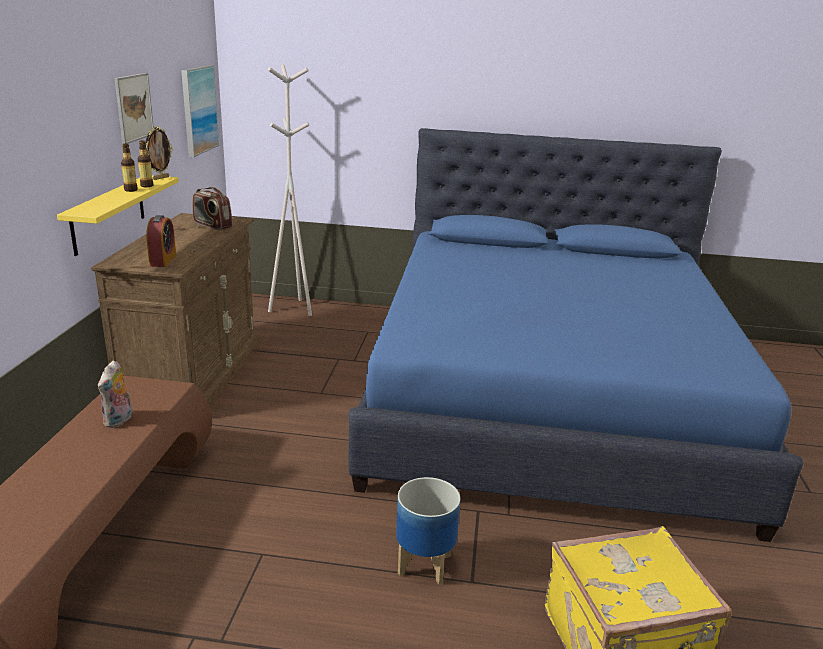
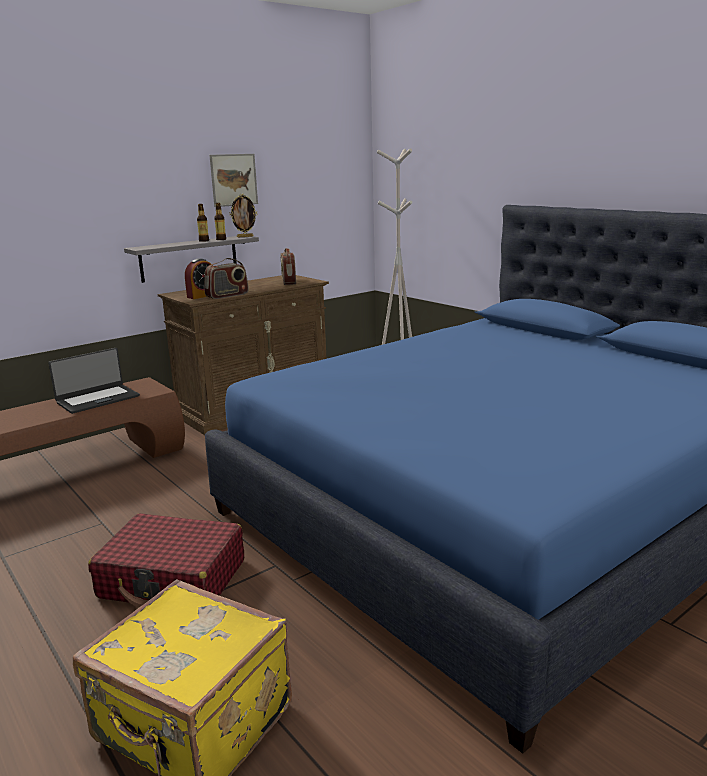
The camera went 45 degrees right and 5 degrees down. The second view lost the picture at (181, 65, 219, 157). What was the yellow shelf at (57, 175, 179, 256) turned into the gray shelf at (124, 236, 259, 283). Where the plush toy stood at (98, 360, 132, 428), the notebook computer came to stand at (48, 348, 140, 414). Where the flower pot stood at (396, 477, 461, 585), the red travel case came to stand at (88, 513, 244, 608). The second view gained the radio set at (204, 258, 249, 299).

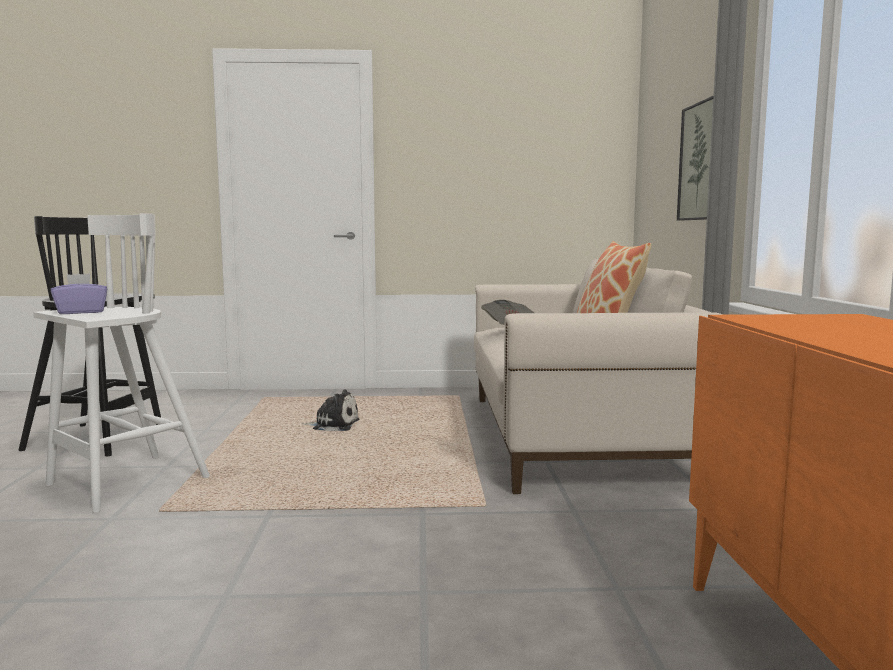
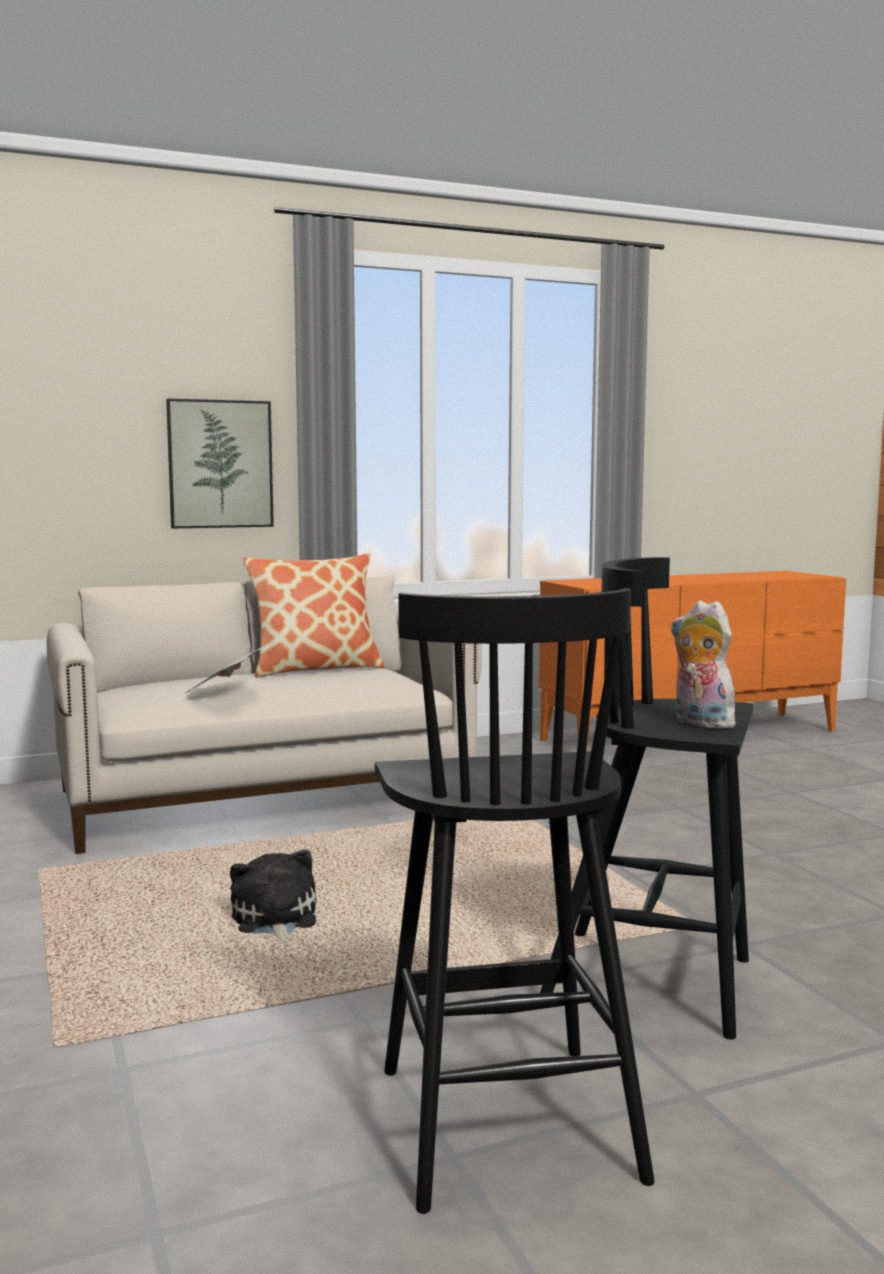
The camera went 110 degrees left and 0 degrees up. What was the white-coloured stool at (33, 213, 210, 513) turned into the black stool at (540, 557, 753, 1039). Where the purple-coloured box of tissues stood at (51, 274, 107, 314), the plush toy came to stand at (671, 600, 736, 729).

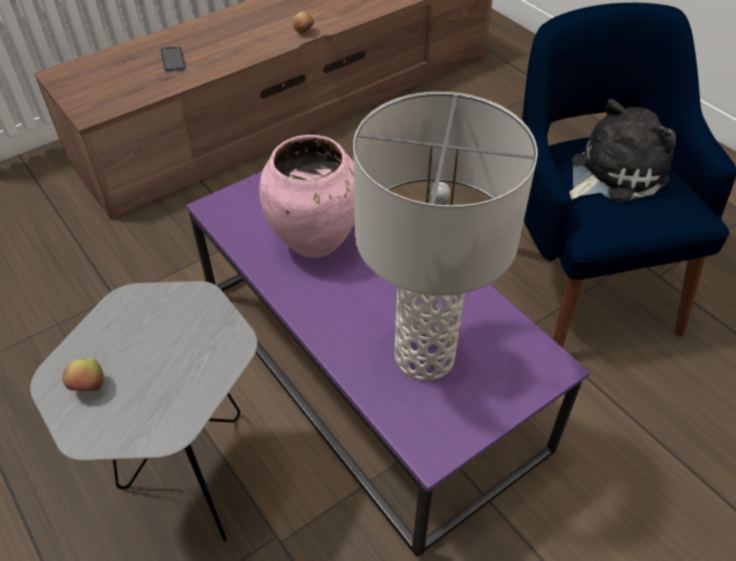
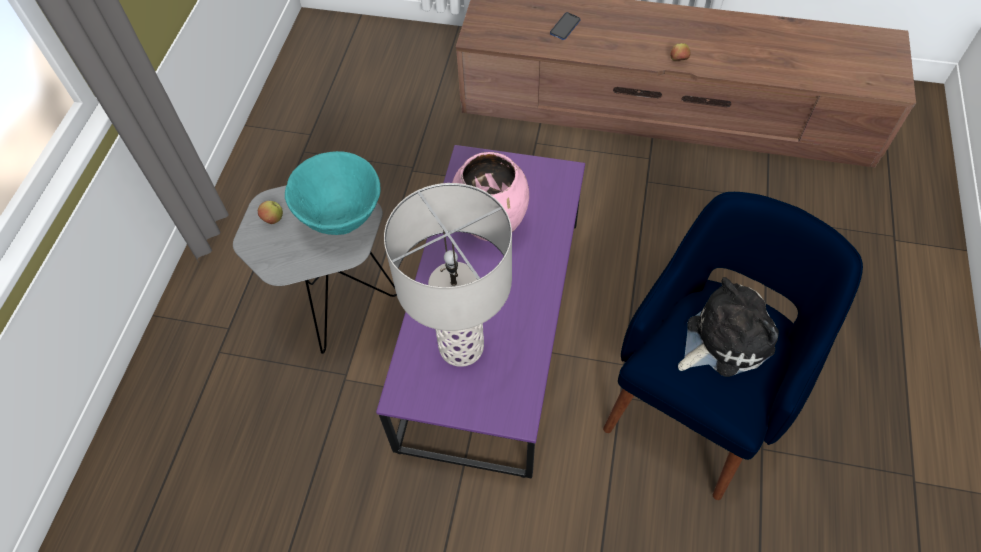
The camera went 50 degrees right and 10 degrees up. The plush toy at (569, 99, 676, 202) ended up facing another way, 45 degrees counterclockwise from before. The second view gained the turquoise deep dish at (285, 151, 381, 235).

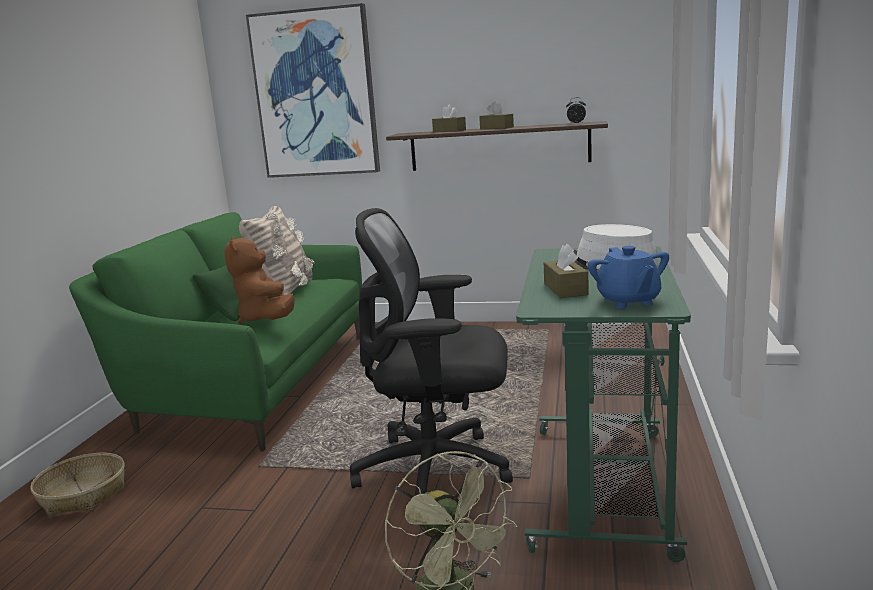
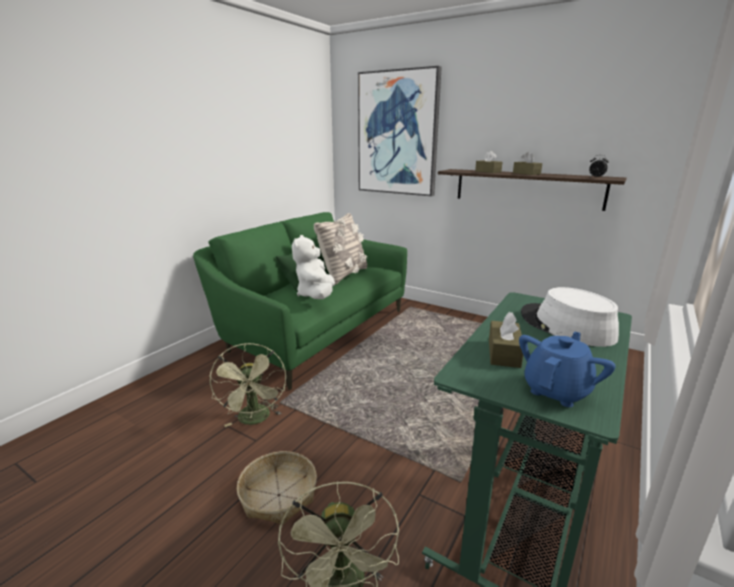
The camera went 20 degrees right and 5 degrees up. The second view lost the black desk chair at (350, 208, 513, 496). What was the brown-coloured plush toy at (225, 237, 295, 324) turned into the white-coloured plush toy at (292, 235, 335, 299). The blue tea pot at (588, 246, 669, 309) ended up facing another way, 150 degrees counterclockwise from before. The basket ended up elsewhere, having gone from (30, 453, 125, 516) to (237, 451, 317, 525). The second view gained the green-coloured fan at (209, 343, 286, 427).

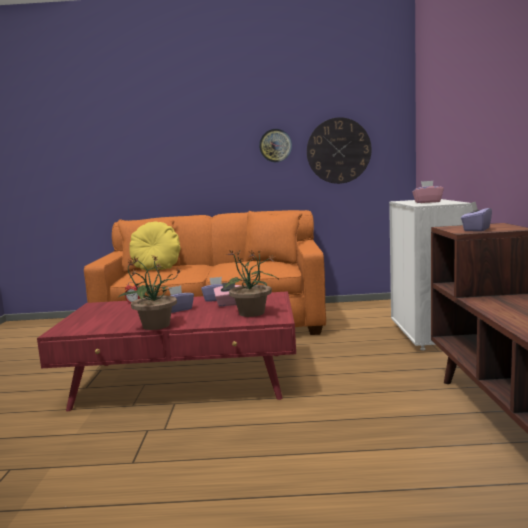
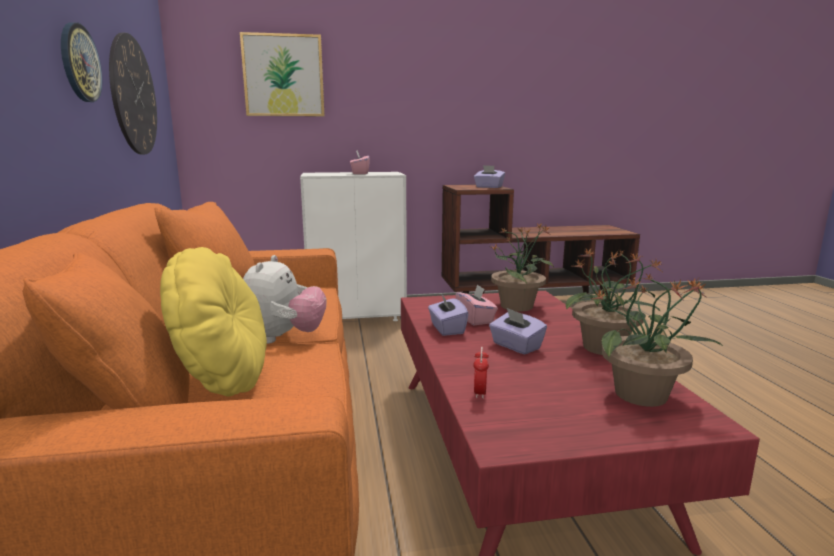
The camera went 100 degrees left and 5 degrees up. The second view gained the picture at (240, 32, 325, 116). The second view gained the plush toy at (243, 255, 326, 344). The second view gained the potted plant at (592, 274, 724, 407).

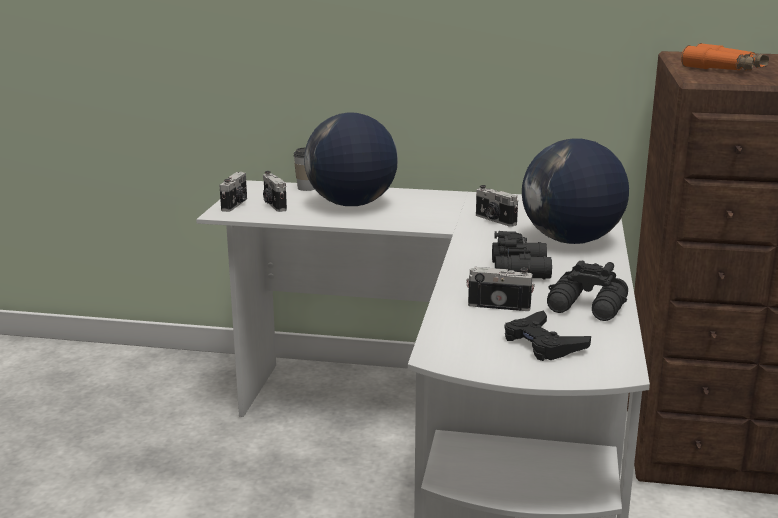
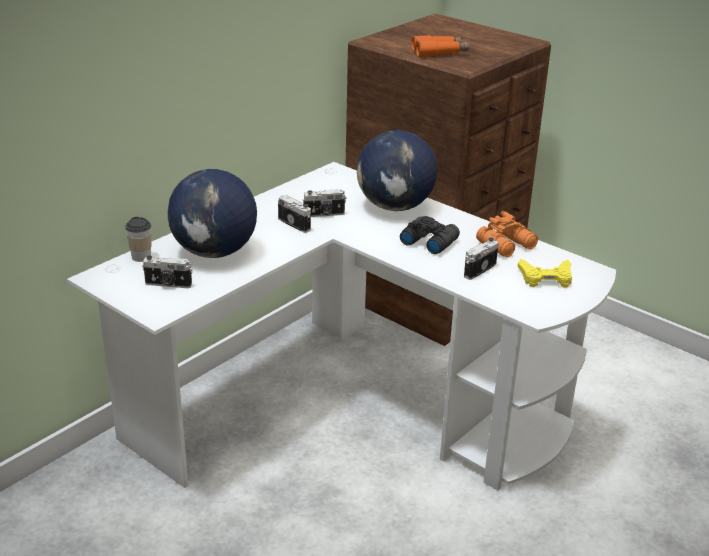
The camera went 60 degrees left and 10 degrees up. The still camera ended up elsewhere, having gone from (220, 172, 247, 212) to (278, 195, 311, 233). What was the black field glasses at (547, 260, 628, 321) turned into the orange-coloured field glasses at (476, 211, 538, 257). What was the black game controller at (504, 310, 591, 361) turned into the yellow game controller at (518, 259, 572, 288).

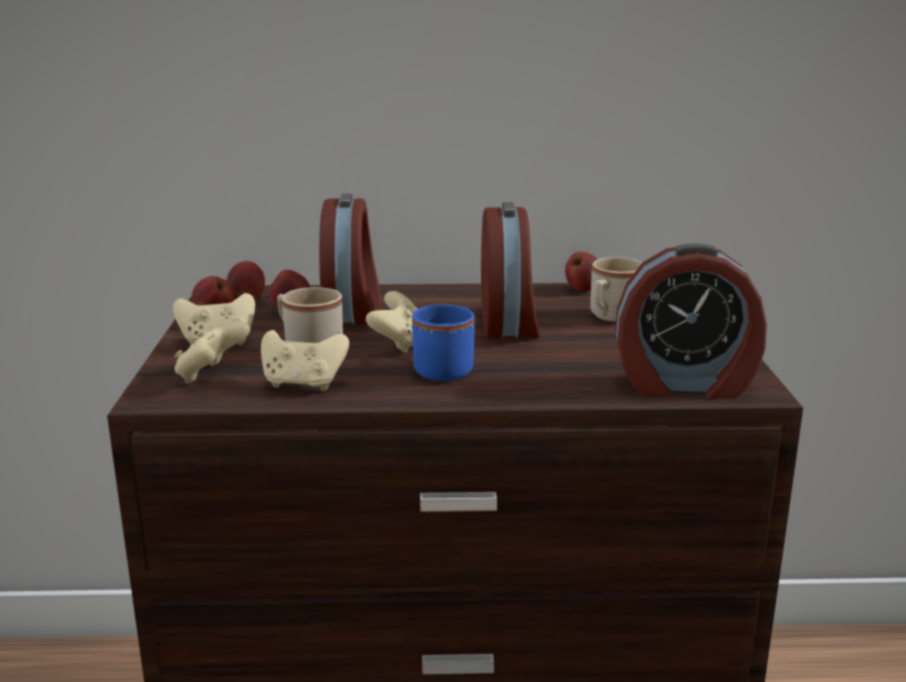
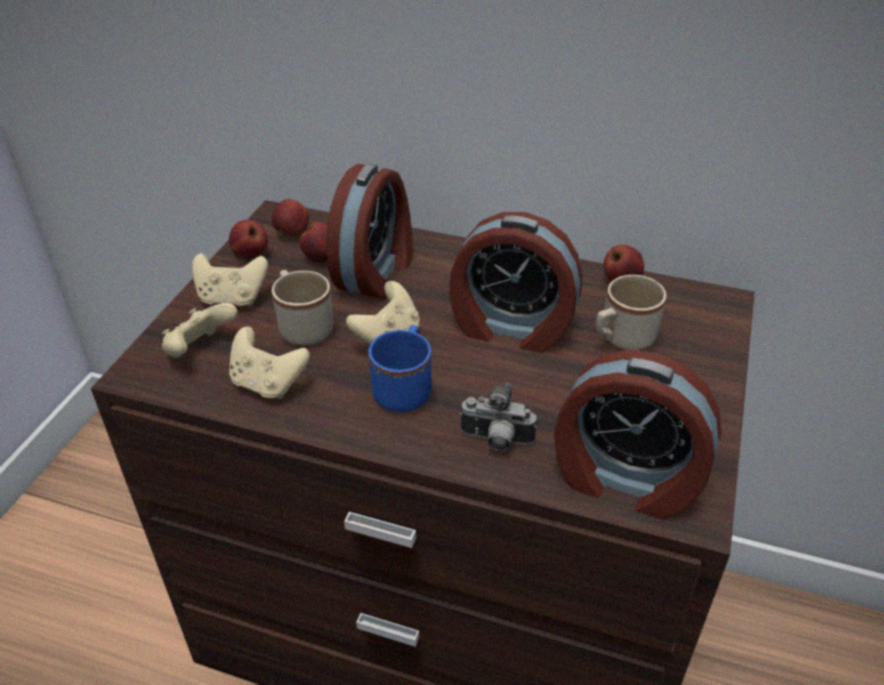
The camera went 20 degrees right and 20 degrees up. The alarm clock at (481, 202, 541, 338) ended up facing another way, 90 degrees clockwise from before. The second view gained the still camera at (459, 383, 537, 451).

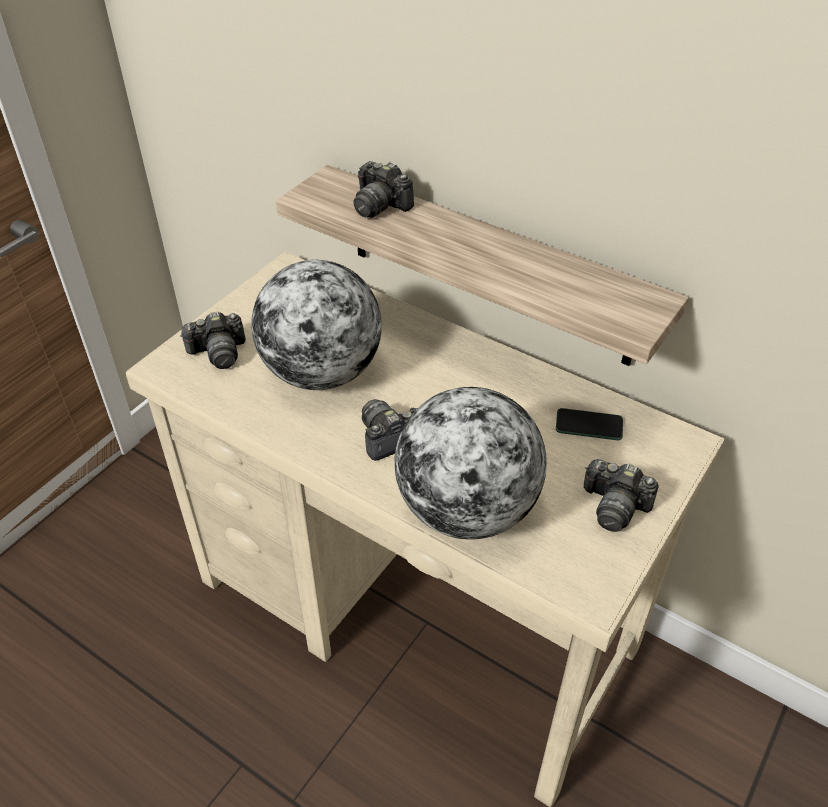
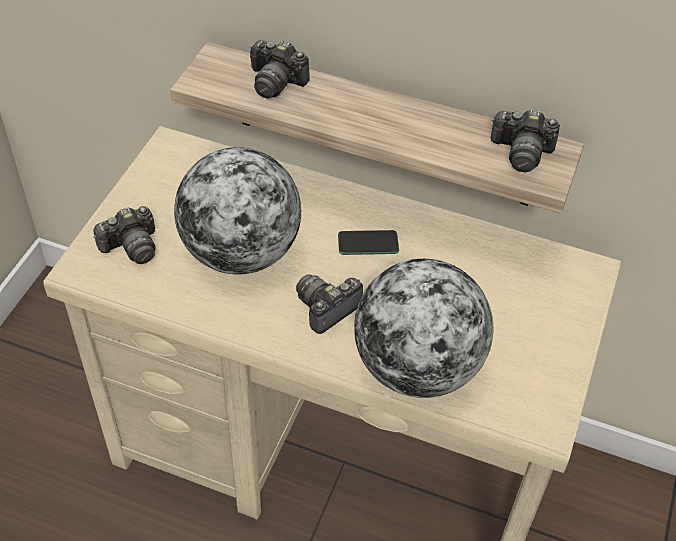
The camera went 15 degrees left and 5 degrees up. The telephone ended up elsewhere, having gone from (556, 408, 623, 440) to (338, 230, 399, 255). The still camera ended up elsewhere, having gone from (584, 459, 659, 532) to (491, 109, 560, 172).

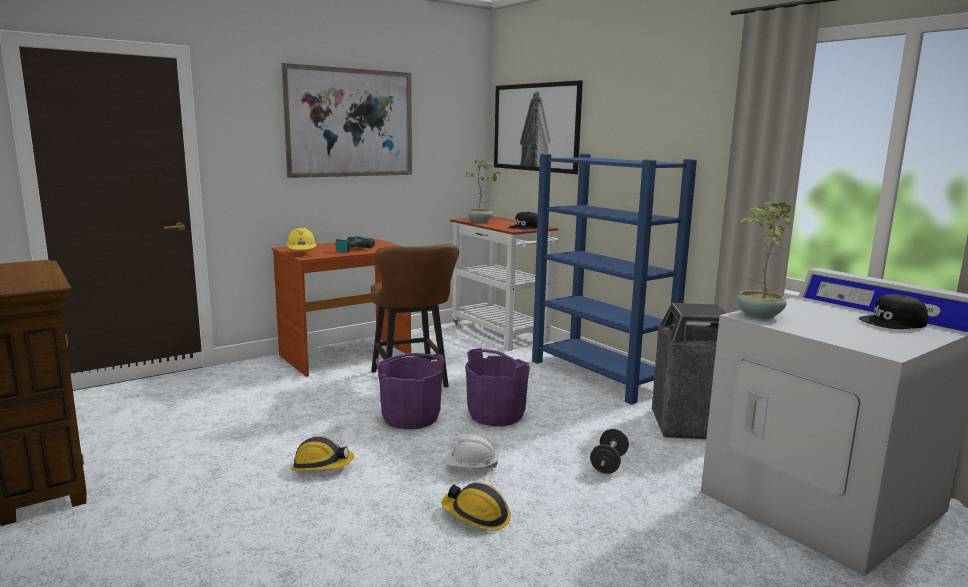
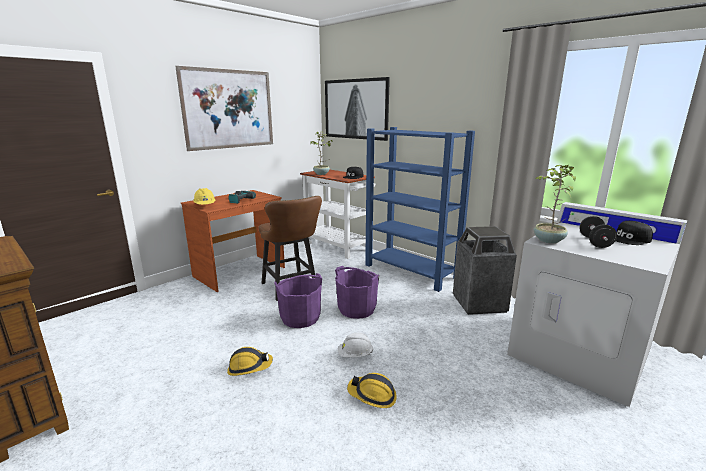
The camera went 10 degrees left and 5 degrees up. The black hand weight ended up elsewhere, having gone from (590, 429, 629, 474) to (579, 216, 617, 248).

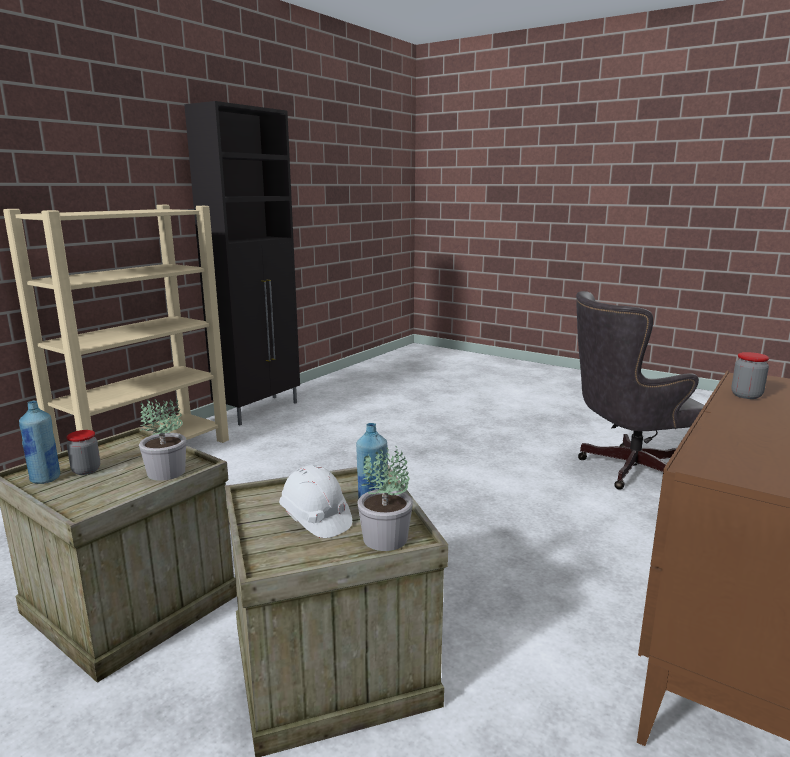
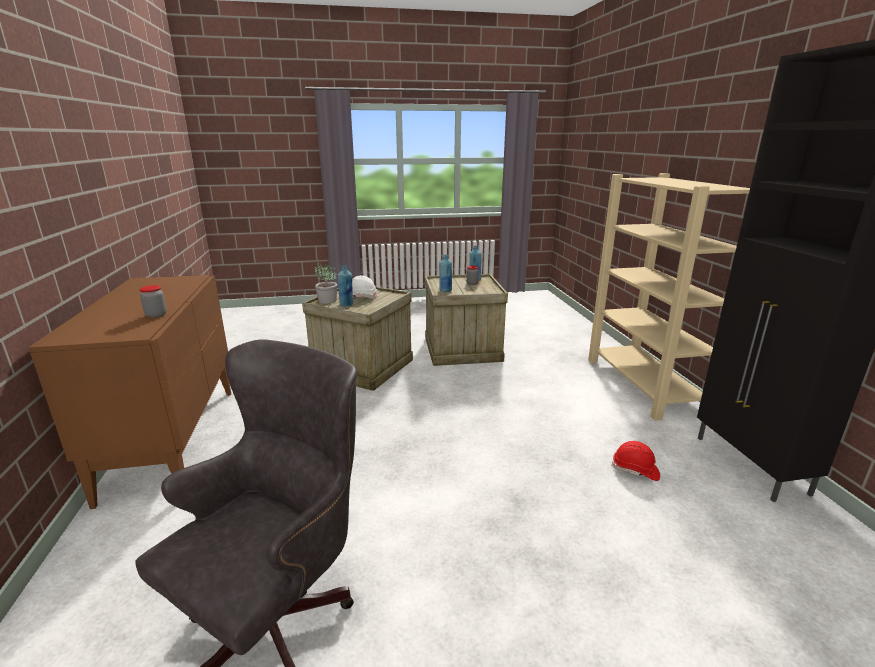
The camera went 135 degrees right and 5 degrees up. Where the potted plant stood at (139, 398, 186, 481), the blue drink bottle came to stand at (439, 254, 452, 292). The second view gained the red work helmet at (611, 441, 660, 481).

